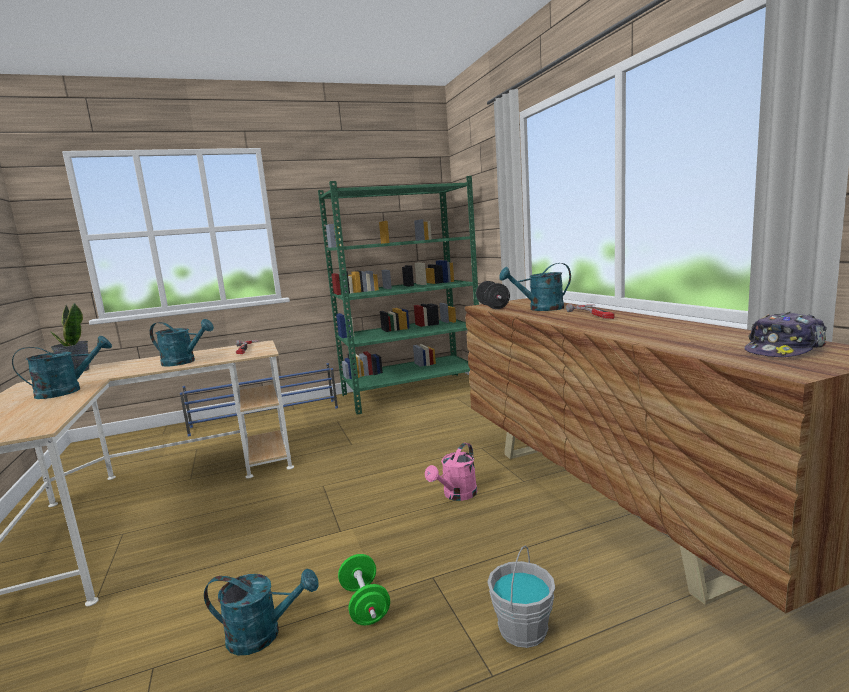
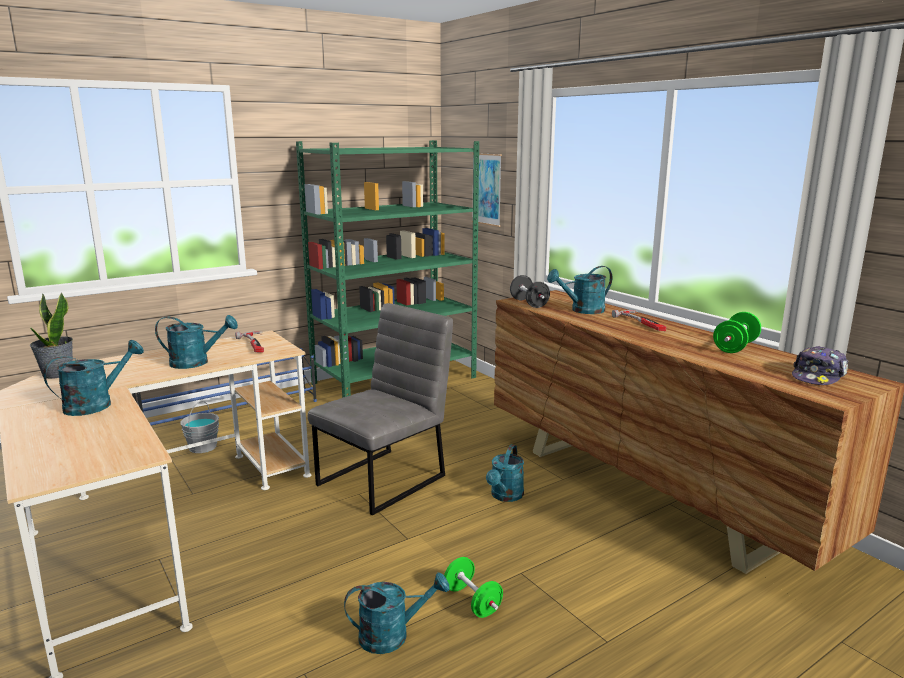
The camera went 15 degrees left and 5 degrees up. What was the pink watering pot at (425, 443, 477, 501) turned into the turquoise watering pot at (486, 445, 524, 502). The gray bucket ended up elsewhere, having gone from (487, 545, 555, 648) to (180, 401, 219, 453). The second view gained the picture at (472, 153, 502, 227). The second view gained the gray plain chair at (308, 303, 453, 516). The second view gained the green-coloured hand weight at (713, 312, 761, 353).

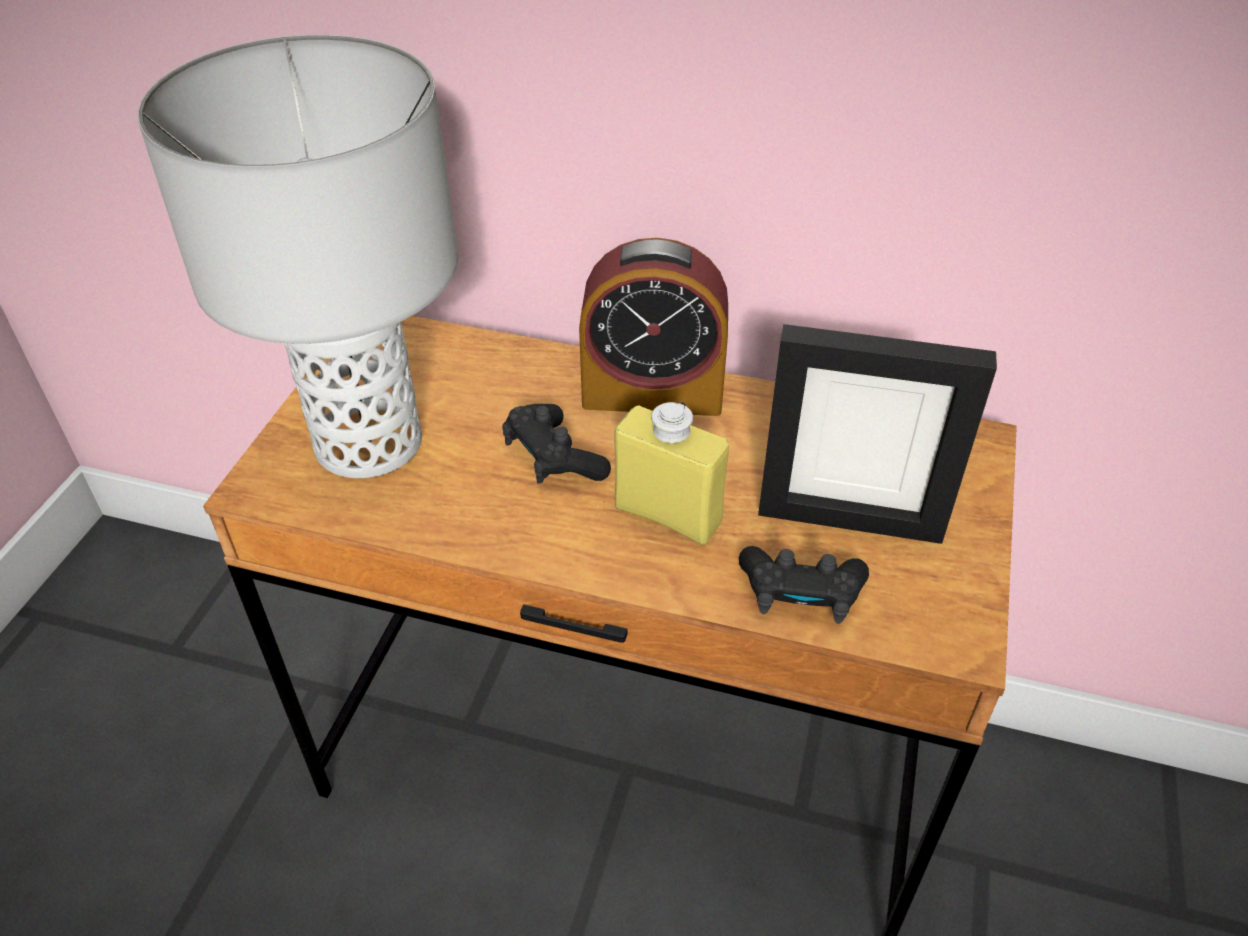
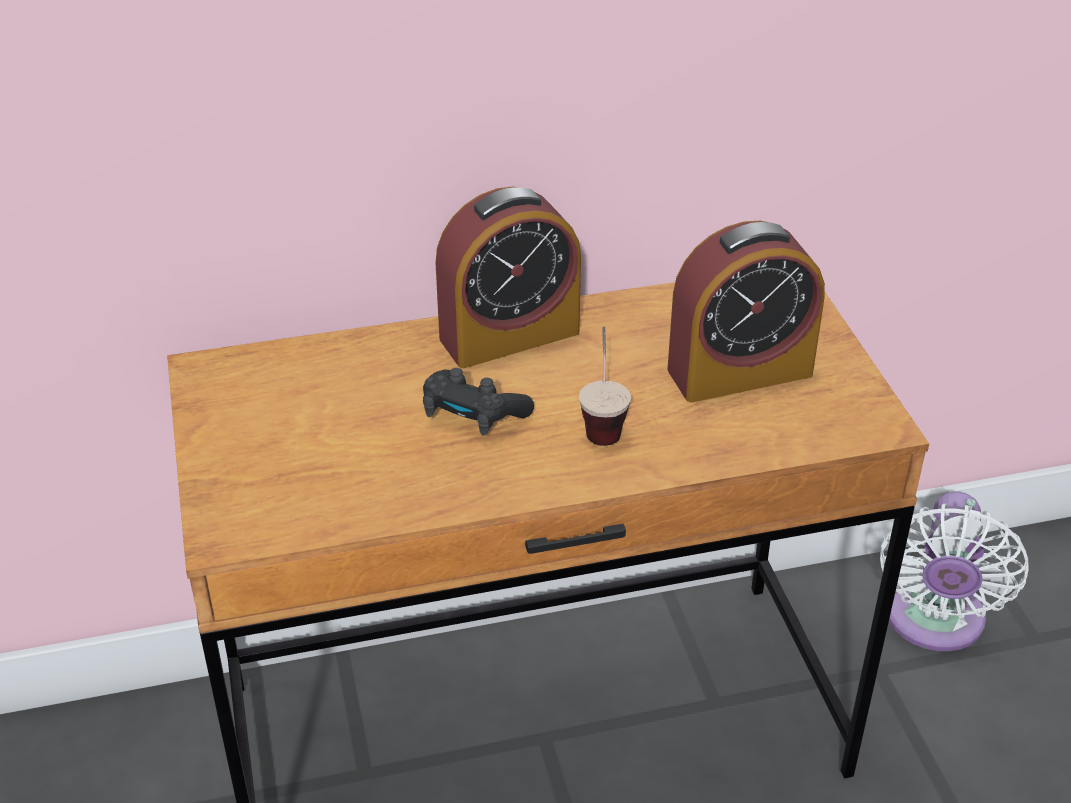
The camera went 30 degrees left and 5 degrees down. The second view lost the white-coloured tabletop lamp at (138, 35, 458, 478). Where the standing frame stood at (758, 324, 997, 544), the alarm clock came to stand at (667, 221, 825, 402). Where the yellow drink bottle stood at (614, 402, 729, 545), the drinking cup came to stand at (579, 326, 631, 446). The second view lost the black game controller at (739, 546, 869, 624). The second view gained the white-coloured fan at (880, 491, 1029, 651).

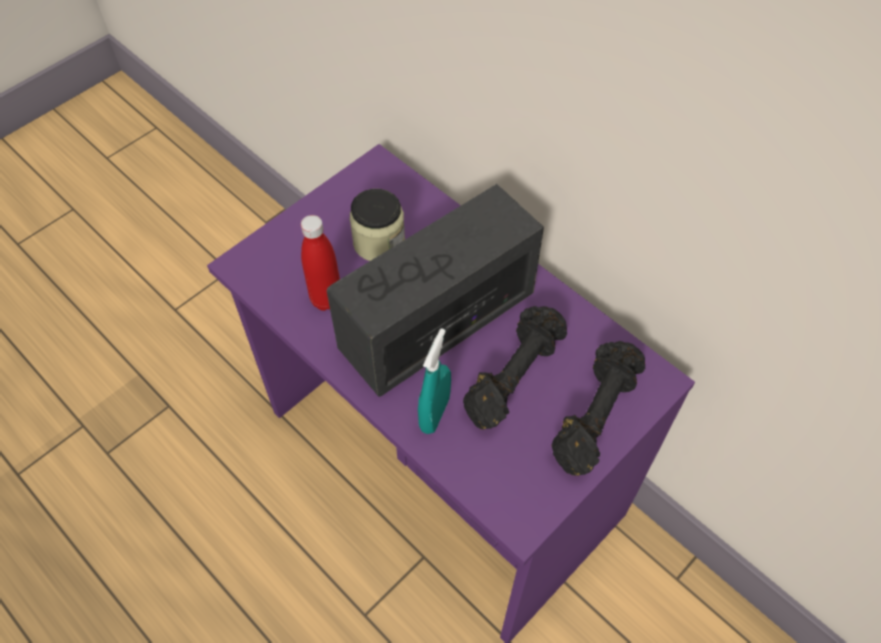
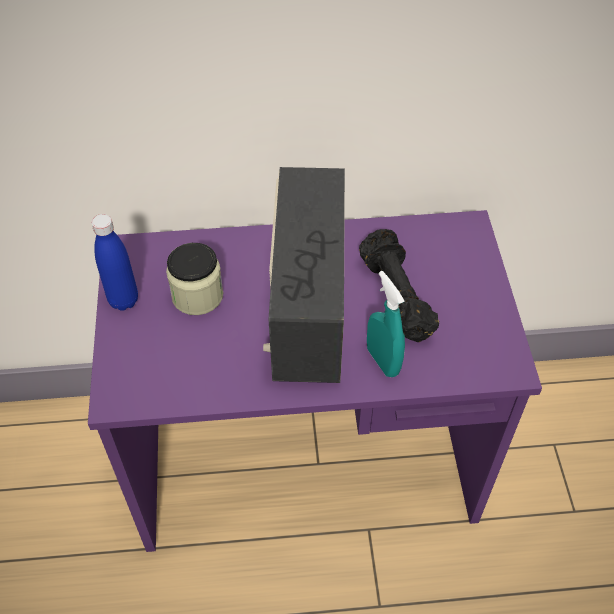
The camera went 50 degrees left and 5 degrees down. The second view lost the red drink bottle at (301, 215, 340, 311). The second view lost the black hand weight at (552, 341, 645, 476). The second view gained the blue drink bottle at (91, 214, 138, 311).

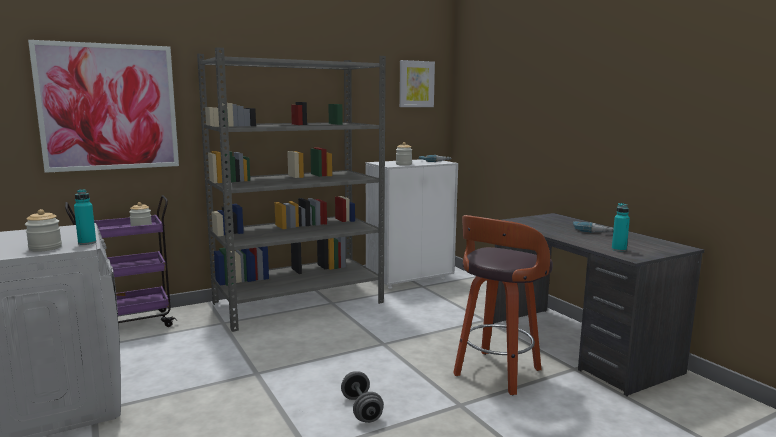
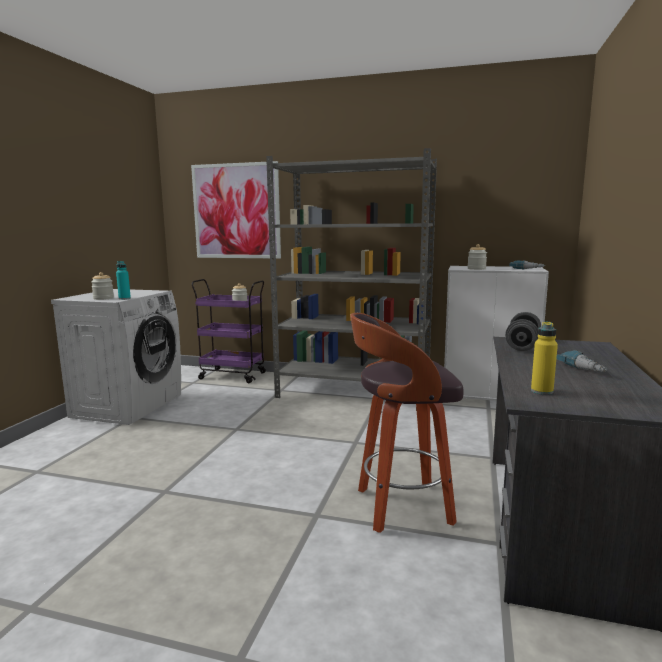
The camera went 45 degrees right and 0 degrees up. The second view lost the picture at (399, 60, 435, 107). What was the turquoise drink bottle at (612, 203, 630, 252) turned into the yellow drink bottle at (531, 322, 558, 395). The gray hand weight ended up elsewhere, having gone from (341, 371, 384, 423) to (505, 312, 541, 351).

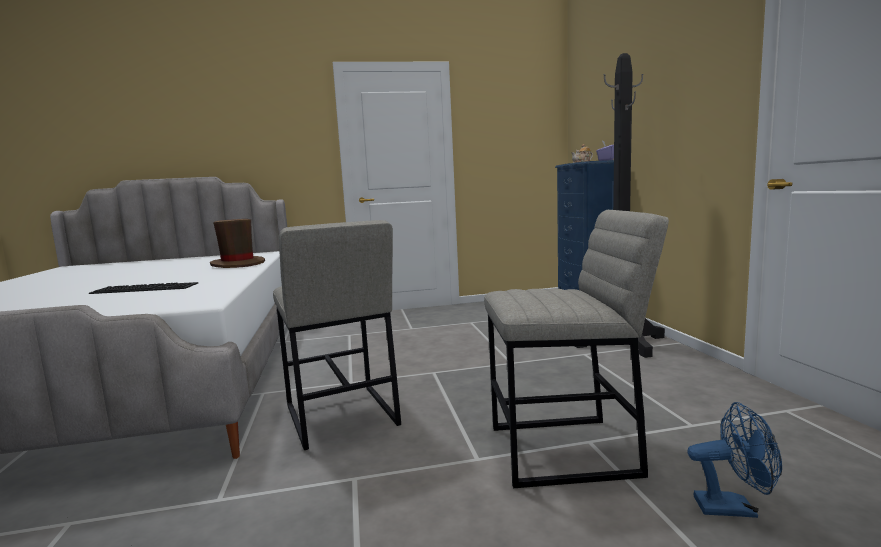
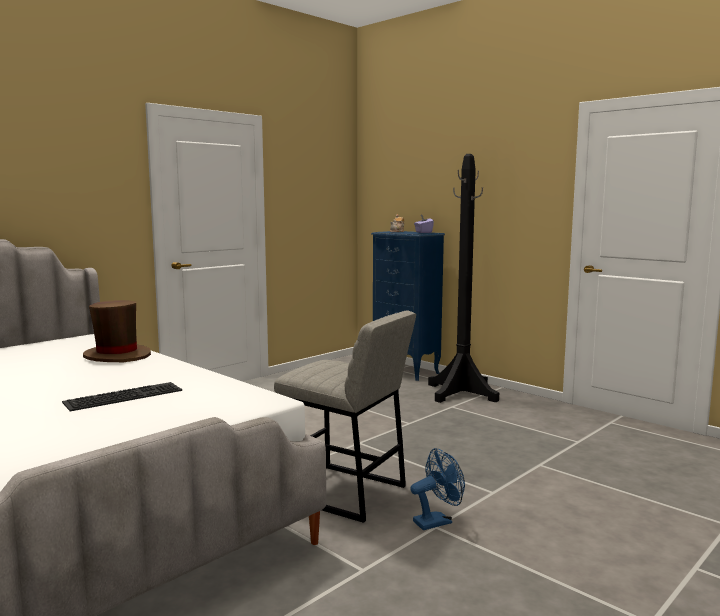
The camera went 35 degrees left and 0 degrees up. The second view lost the gray plain chair at (484, 210, 669, 488). The blue fan ended up elsewhere, having gone from (688, 402, 782, 518) to (410, 448, 465, 530).

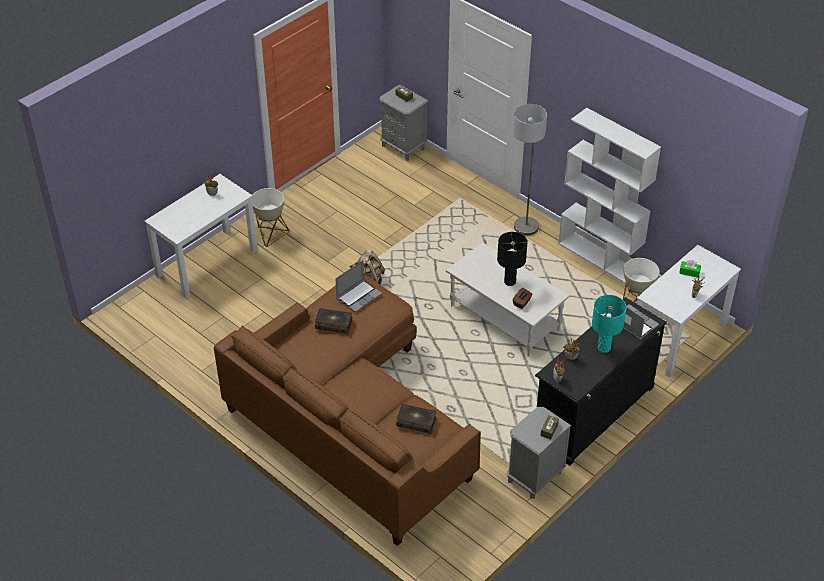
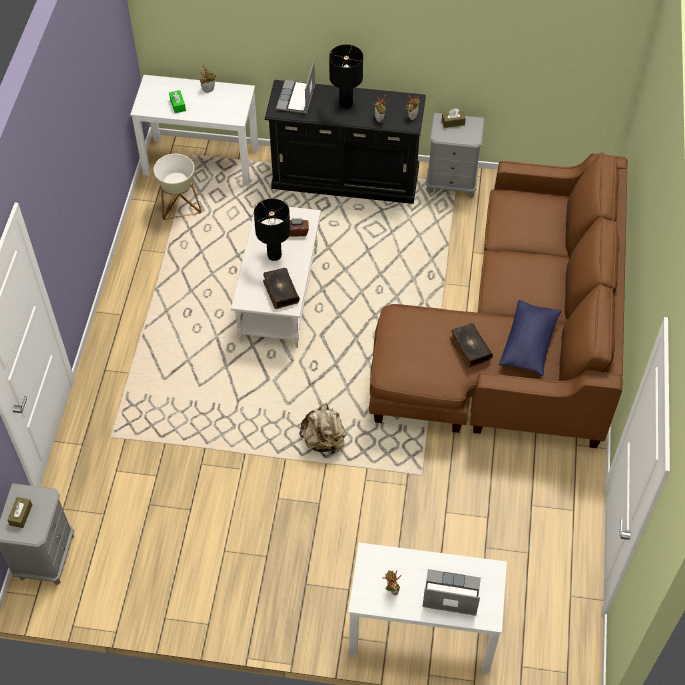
The camera went 125 degrees left and 10 degrees up. The second view lost the gray floor lamp at (513, 104, 547, 236). The second view lost the white-coloured shelving unit at (558, 108, 661, 284). The second view lost the flower pot at (252, 188, 290, 247). The notebook computer ended up elsewhere, having gone from (335, 260, 382, 313) to (422, 569, 481, 616). What was the turquoise tabletop lamp at (592, 295, 627, 353) turned into the black tabletop lamp at (329, 44, 363, 109). The volume ended up elsewhere, having gone from (396, 404, 436, 434) to (263, 268, 300, 309). The second view gained the blue cushion at (499, 300, 561, 376).

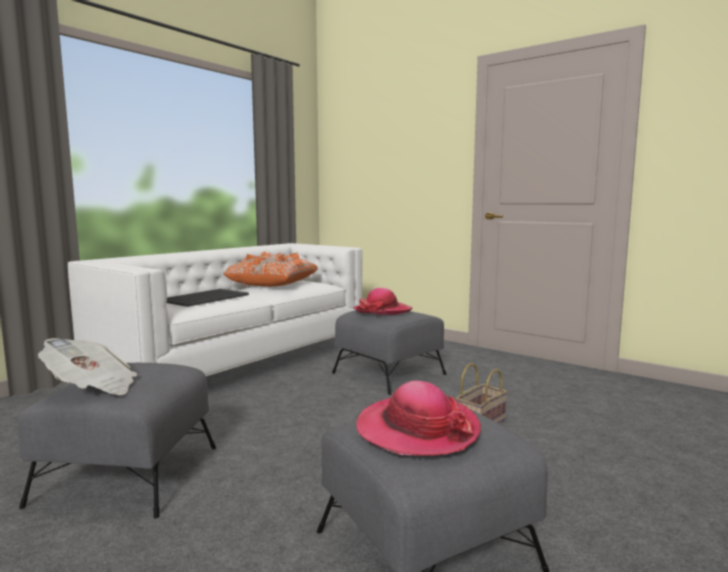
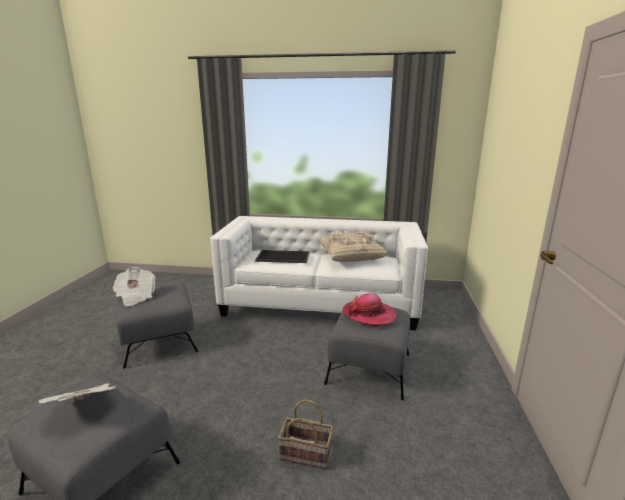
The camera went 60 degrees right and 10 degrees up. What was the orange-coloured cushion at (224, 251, 318, 287) turned into the beige-coloured cushion at (319, 229, 387, 262). Where the wearable hat stood at (356, 381, 481, 456), the daily paper came to stand at (38, 383, 116, 403).

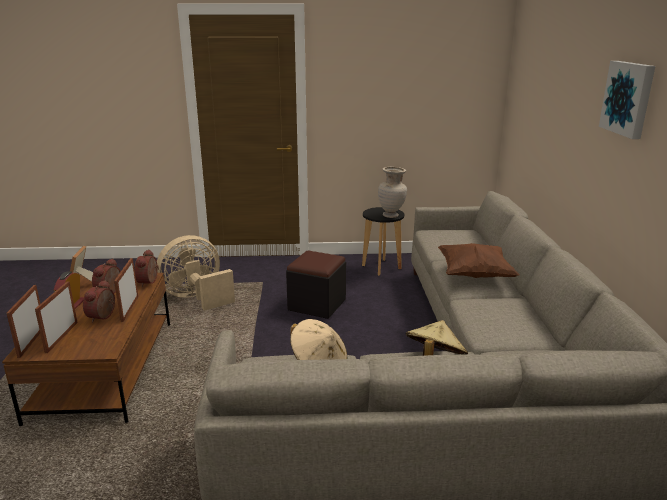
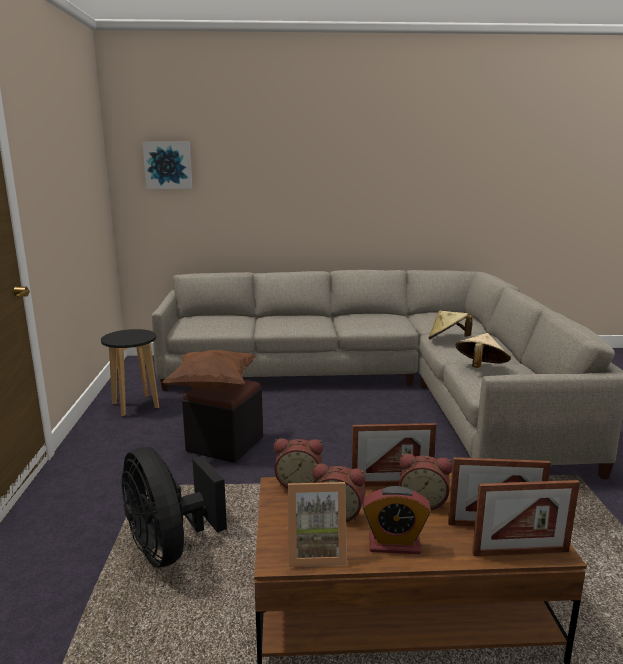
The camera went 90 degrees left and 5 degrees down. The picture ended up elsewhere, having gone from (599, 61, 655, 139) to (143, 142, 192, 189). The second view lost the beige-coloured vase at (378, 167, 407, 218). What was the beige-coloured fan at (157, 235, 235, 311) turned into the black fan at (121, 447, 227, 568). The brown-coloured cushion ended up elsewhere, having gone from (438, 243, 520, 278) to (162, 350, 256, 389).

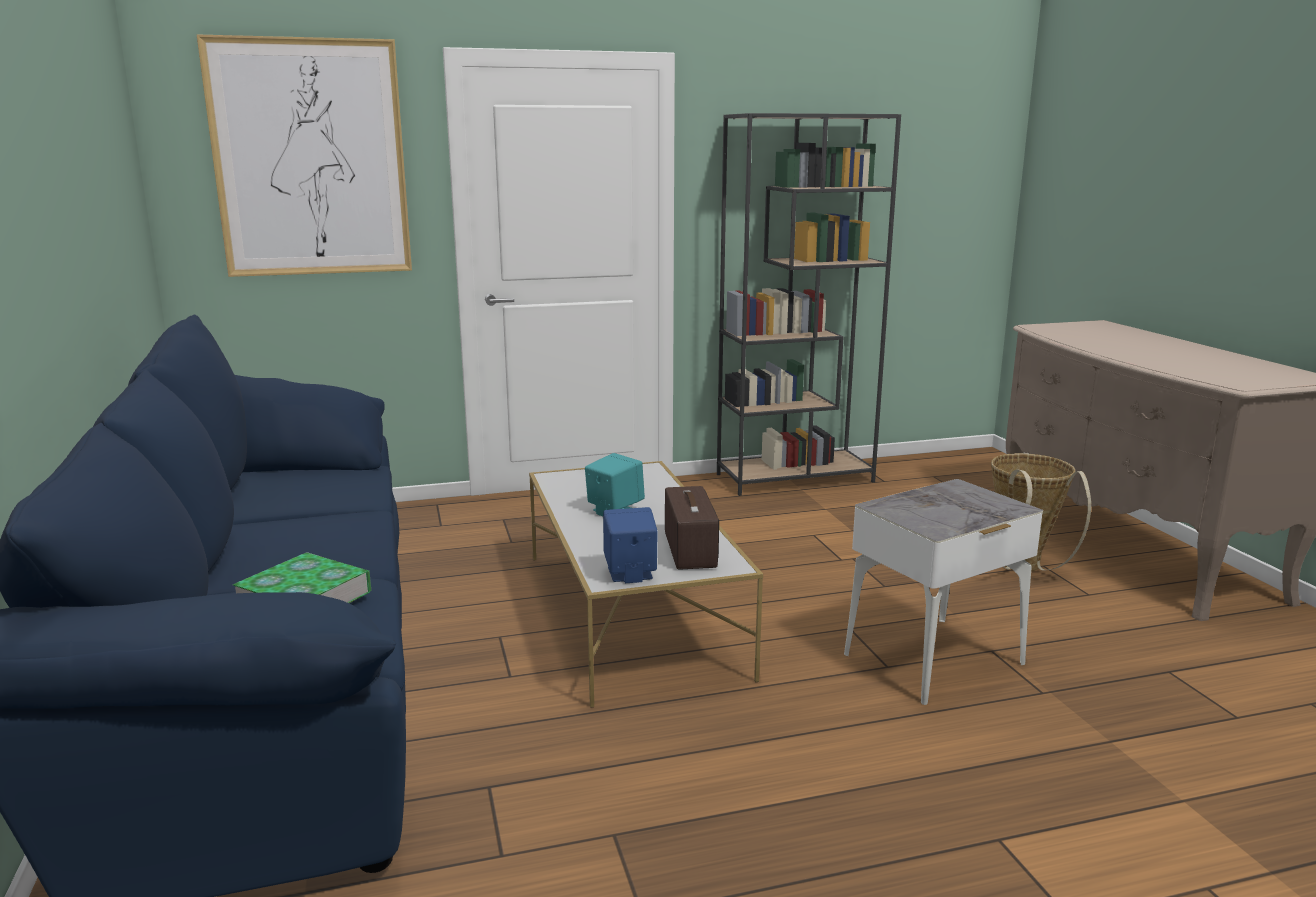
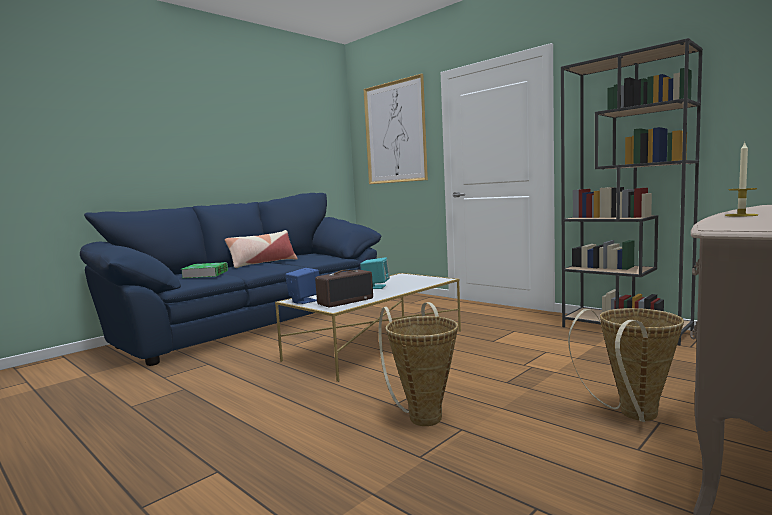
The camera went 60 degrees right and 10 degrees down. Where the side table stood at (844, 479, 1043, 705), the basket came to stand at (379, 302, 458, 426). The second view gained the wax candle at (725, 141, 758, 217). The second view gained the cushion at (225, 230, 298, 268).

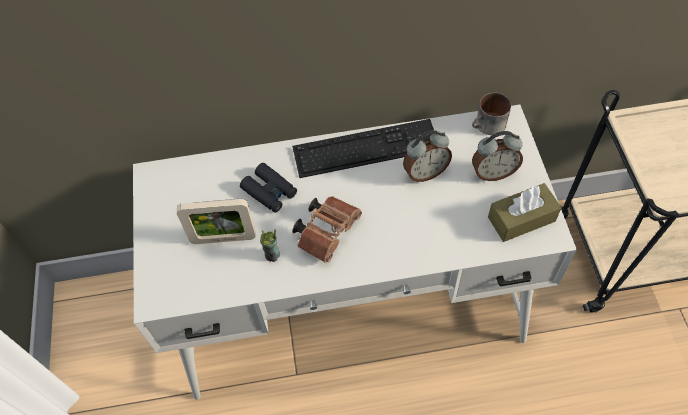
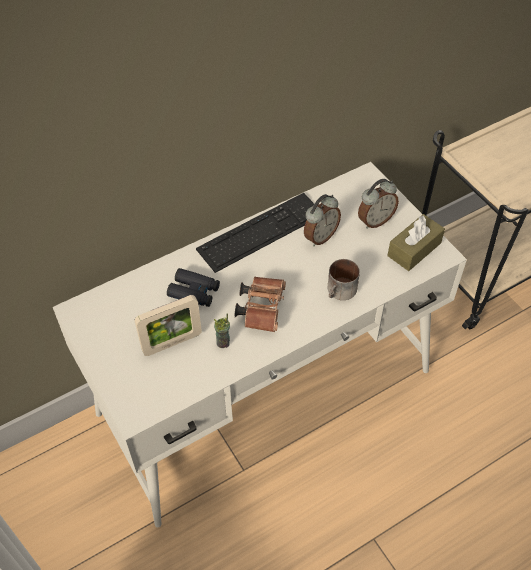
The camera went 25 degrees left and 5 degrees down. The mug ended up elsewhere, having gone from (472, 93, 511, 135) to (328, 259, 360, 300).

